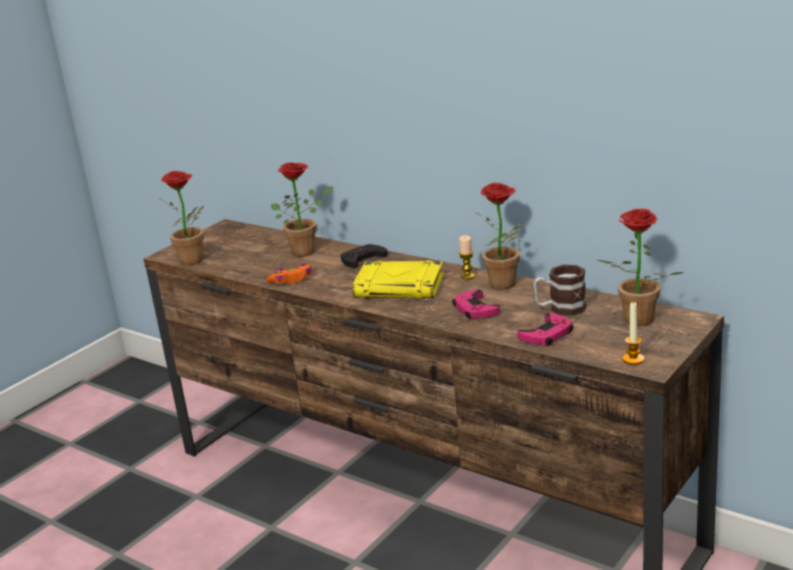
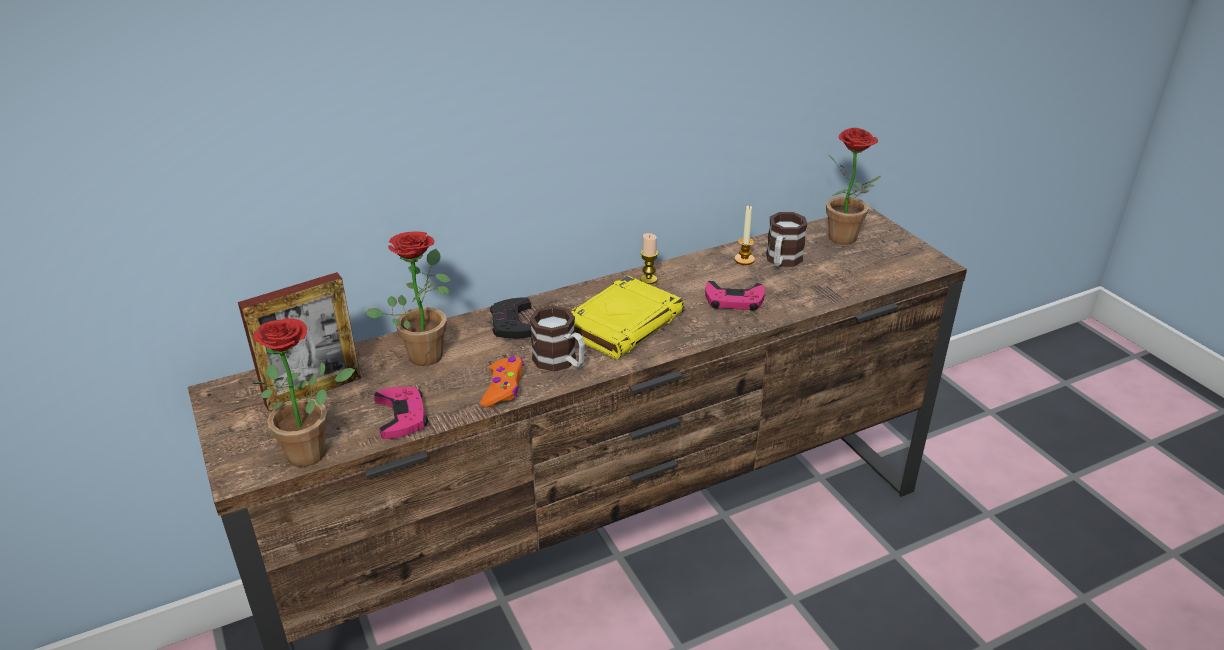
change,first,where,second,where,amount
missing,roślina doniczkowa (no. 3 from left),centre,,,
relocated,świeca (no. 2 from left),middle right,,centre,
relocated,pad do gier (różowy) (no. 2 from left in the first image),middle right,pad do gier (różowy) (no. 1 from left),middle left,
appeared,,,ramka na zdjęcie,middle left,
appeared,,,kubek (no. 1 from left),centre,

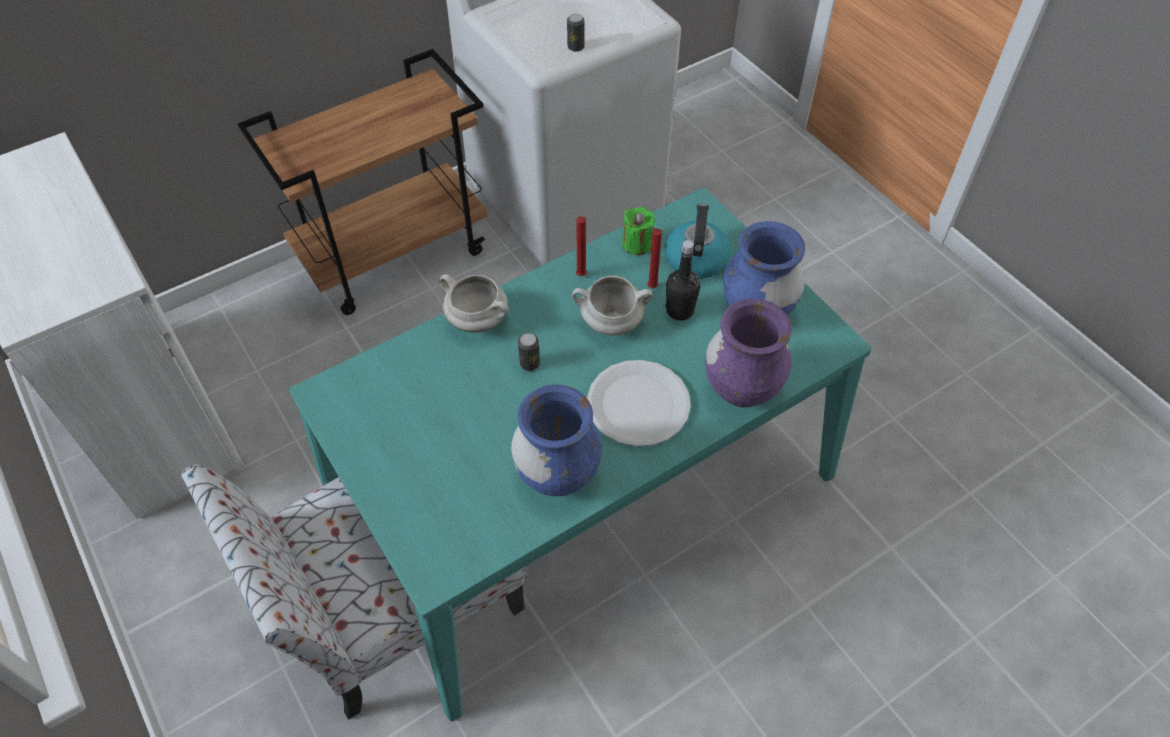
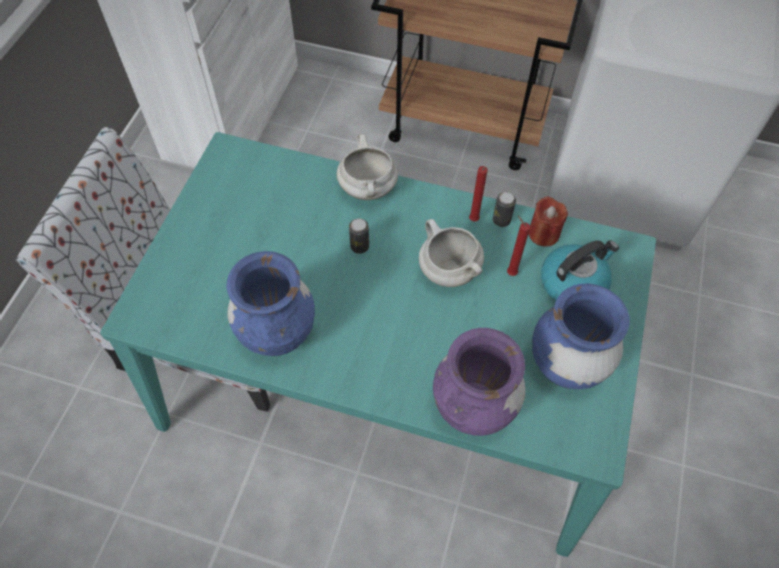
change,first,where,second,where,amount
relocated,puszka (no. 2 from left),top centre,,centre,
colour,świeca (zielony),top centre,świeca (czerwony) (no. 3 from left),middle right,
missing,butelka (czarny),centre,,,
missing,talerz (biały),centre,,,

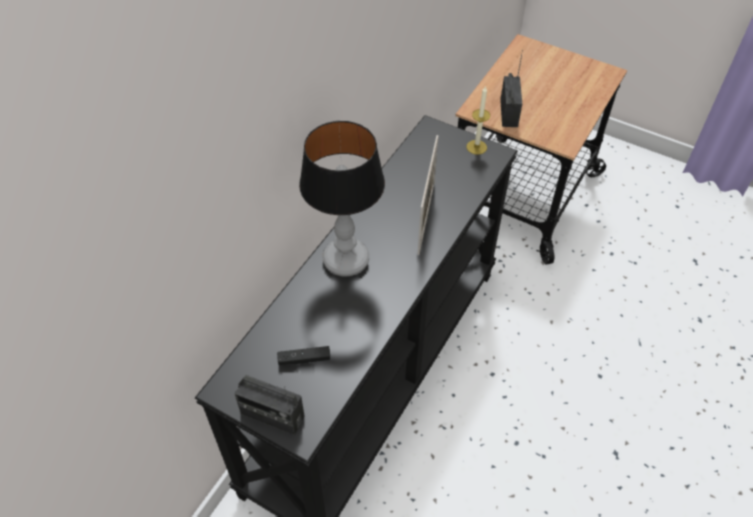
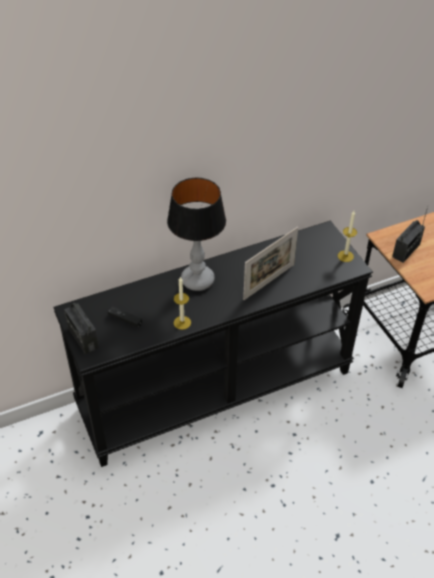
change,first,where,second,where,amount
appeared,,,świeca (no. 1 from left),centre,

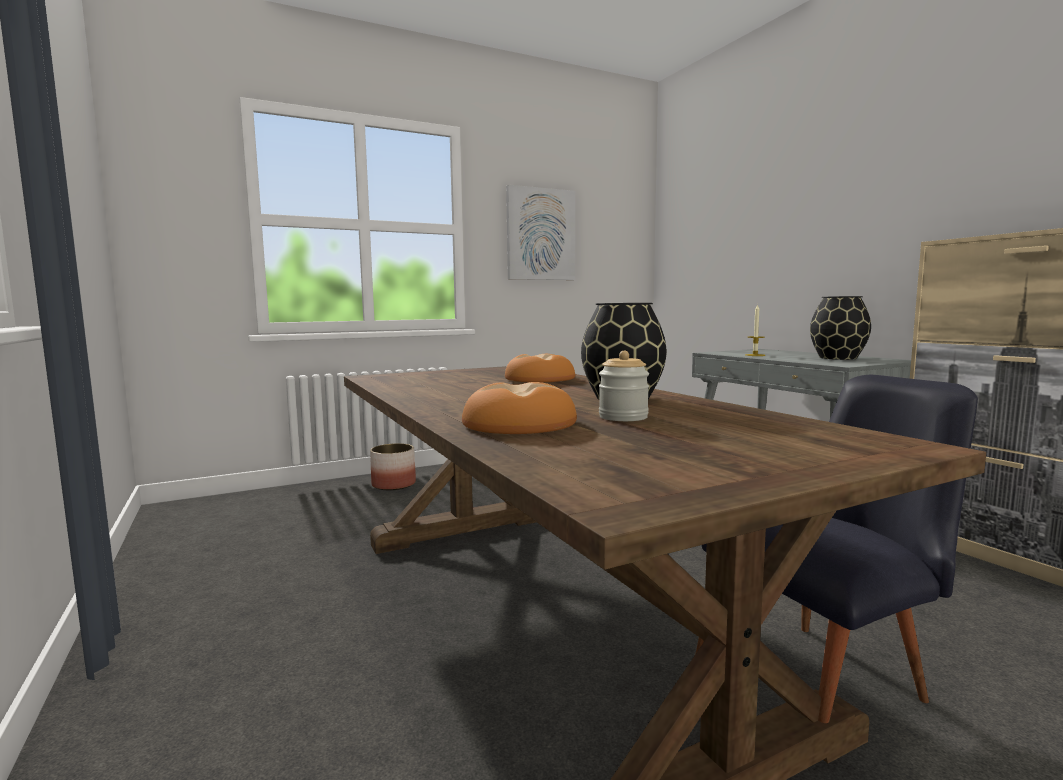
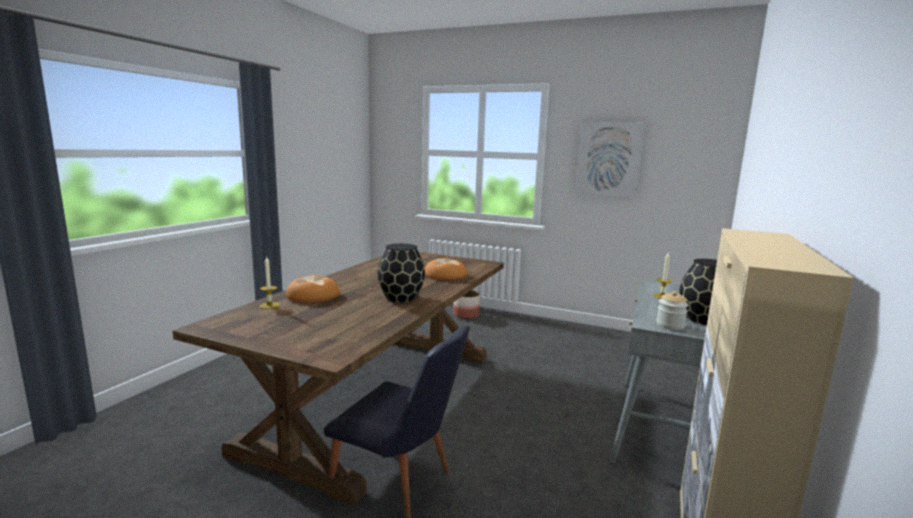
change,first,where,second,where,amount
relocated,słoik,centre,,middle right,
appeared,,,świeca (no. 1 from left),middle left,

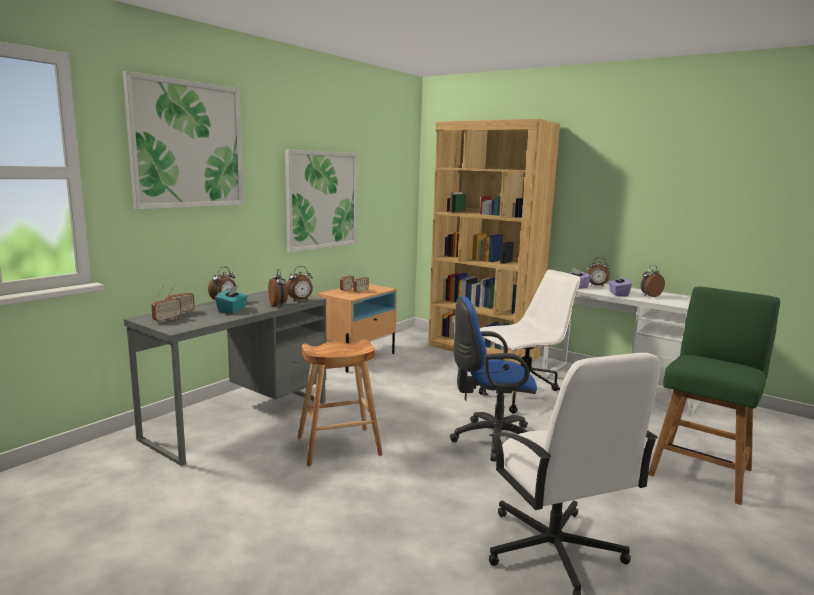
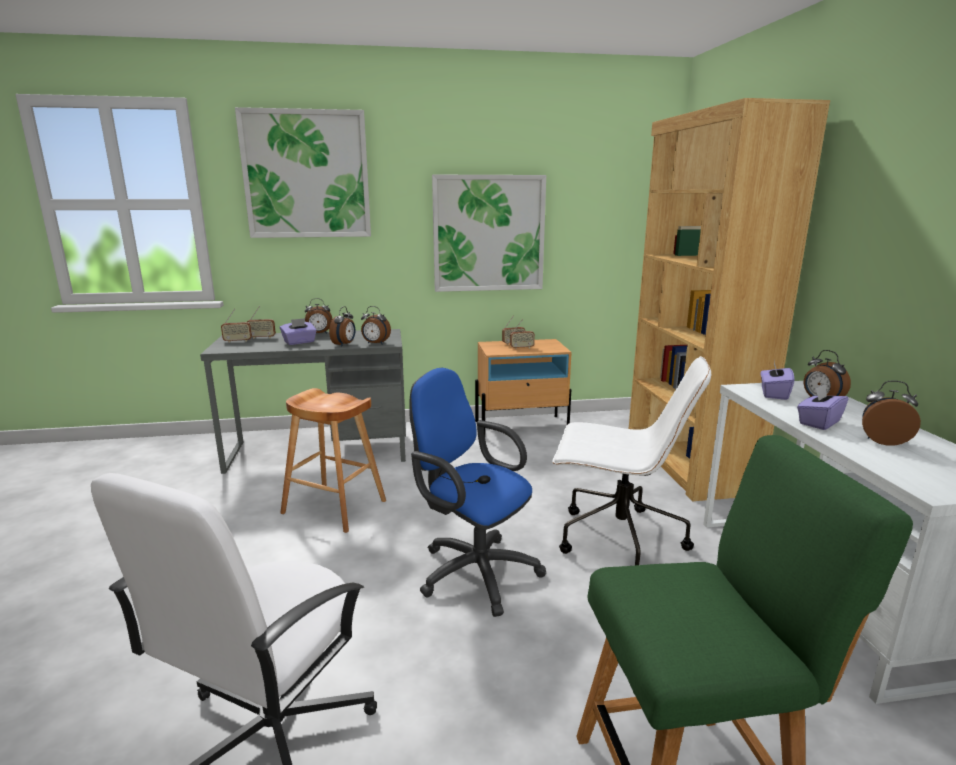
change,first,where,second,where,amount
colour,pudełko chusteczek (turkusowy),middle left,pudełko chusteczek (fioletowy) (no. 1 from left),middle left,

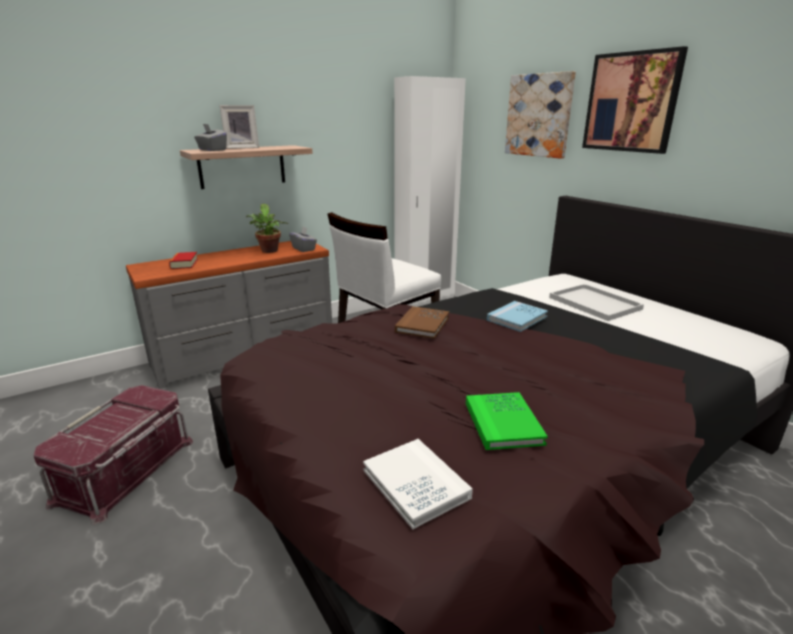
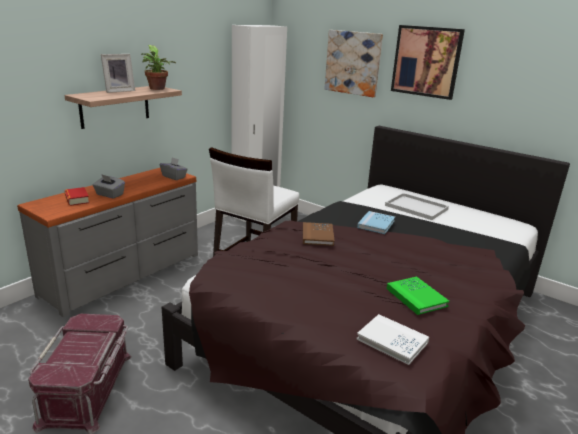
change,first,where,second,where,amount
relocated,pudełko chusteczek (szary) (no. 1 from left),top left,,middle left,
relocated,roślina doniczkowa,centre,,top left,

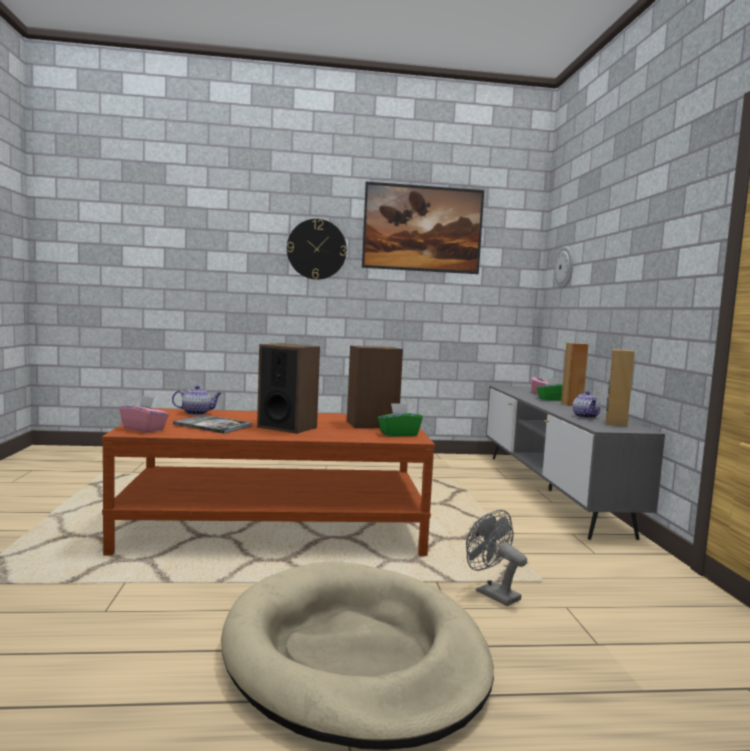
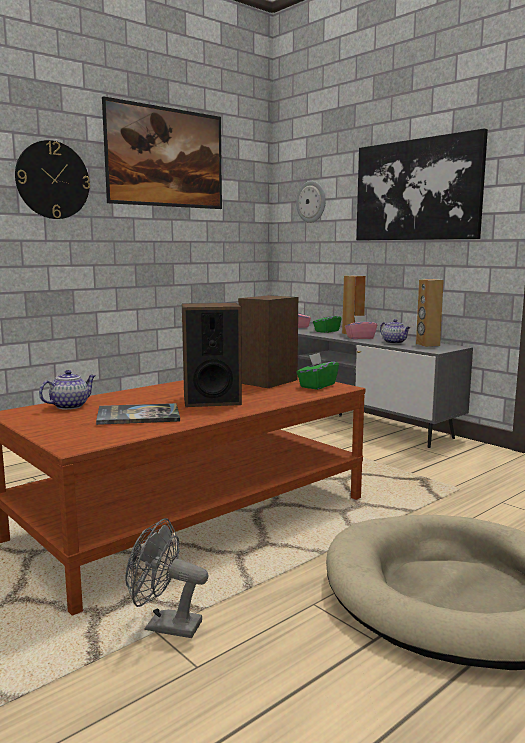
change,first,where,second,where,amount
relocated,pudełko chusteczek (różowy) (no. 1 from left in the first image),middle left,pudełko chusteczek (różowy) (no. 2 from left),middle right,
relocated,wentylator (szary),bottom centre,,bottom left,
appeared,,,obraz (no. 2 from left),top right,

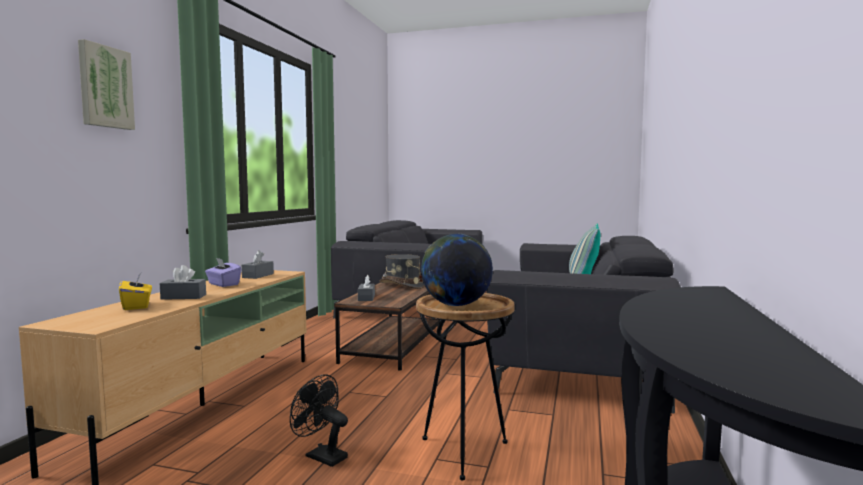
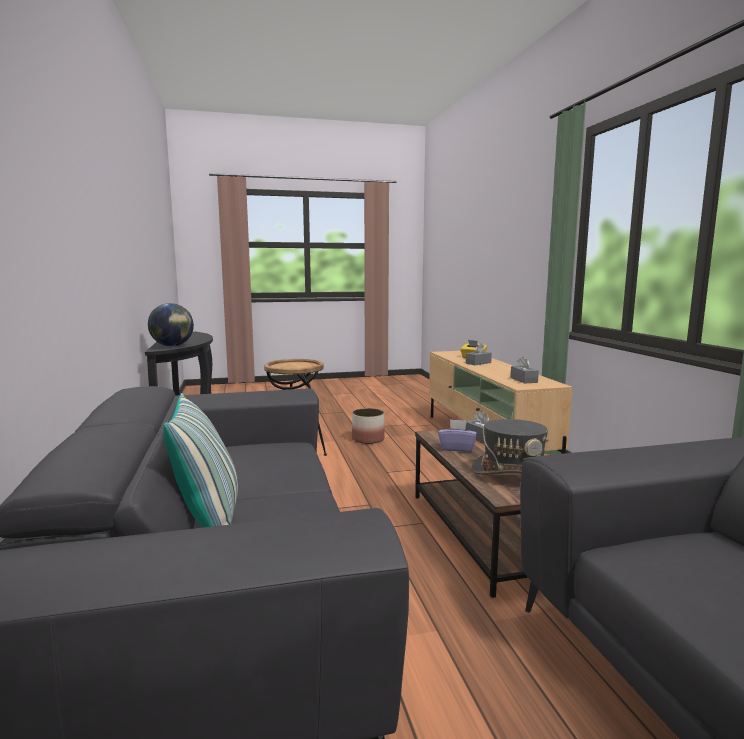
change,first,where,second,where,amount
missing,obraz,top left,,,
relocated,globus,centre,,middle left,
relocated,pudełko chusteczek (fioletowy),middle left,,centre,
exchanged,wentylator (czarny),bottom centre,donica,centre,

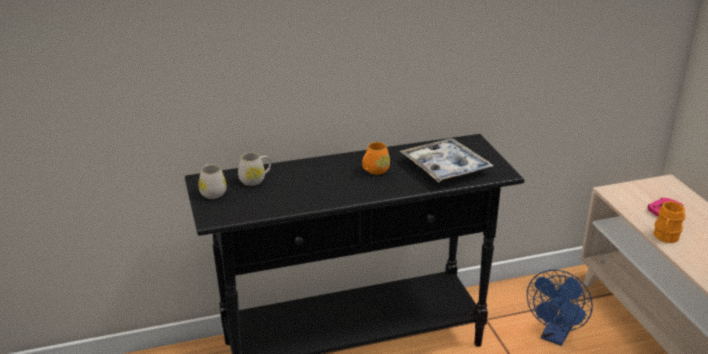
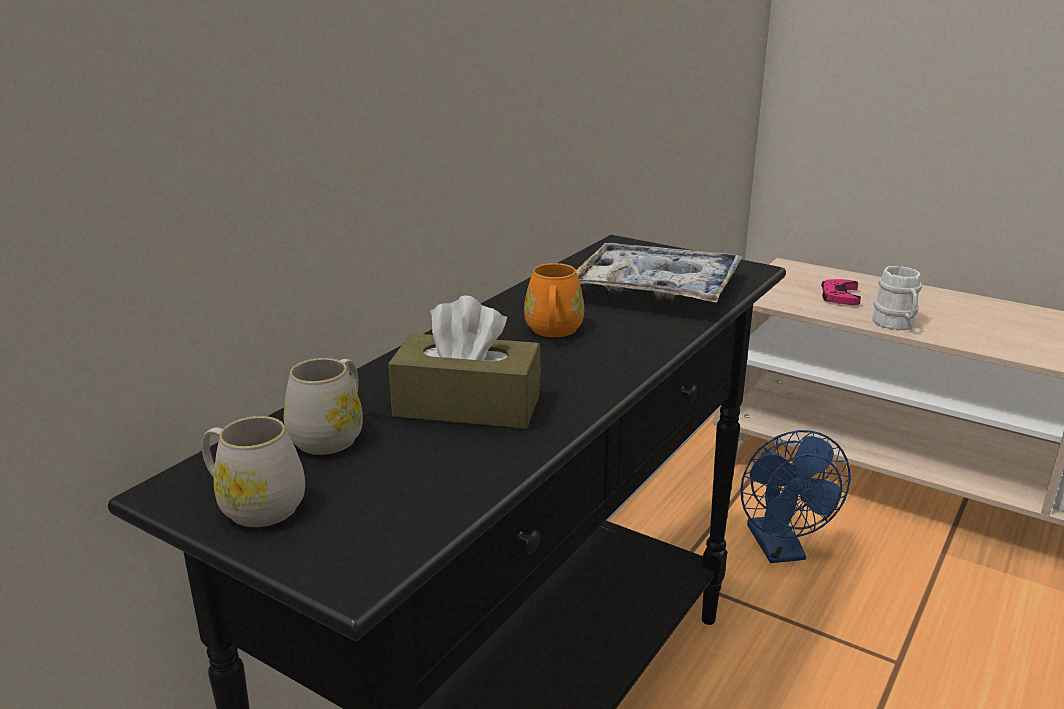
change,first,where,second,where,amount
colour,kubek (pomarańczowy) (no. 2 from left),middle right,kubek (biały) (no. 3 from left),middle right,
appeared,,,pudełko chusteczek (brązowy),centre,

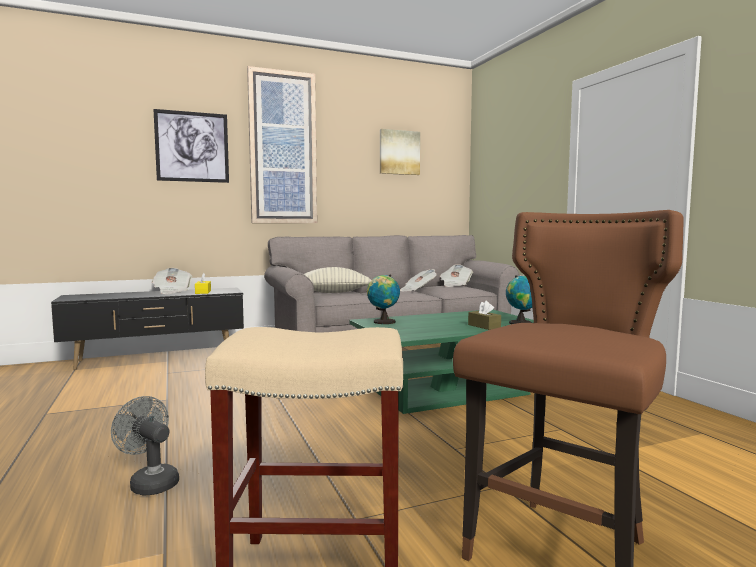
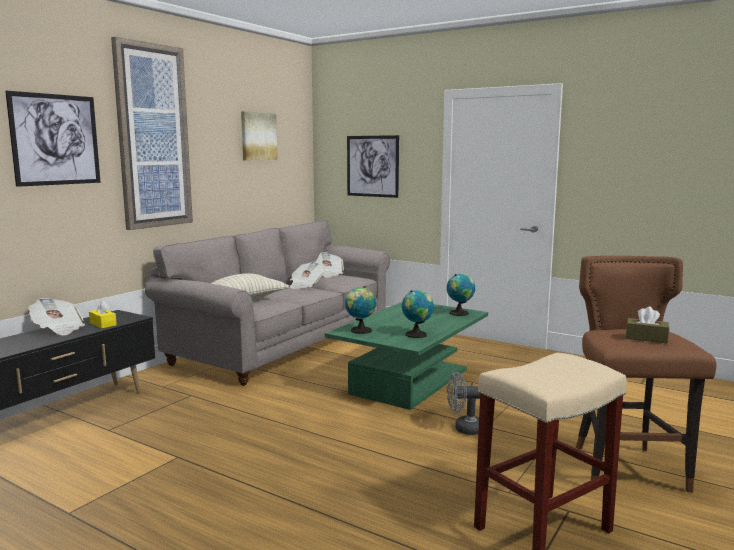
change,first,where,second,where,amount
relocated,pudełko chusteczek (brązowy),centre,,middle right,
relocated,wentylator (szary),bottom left,,bottom centre,
appeared,,,obraz (no. 4 from left),top centre,
appeared,,,globus (no. 2 from left),centre,

